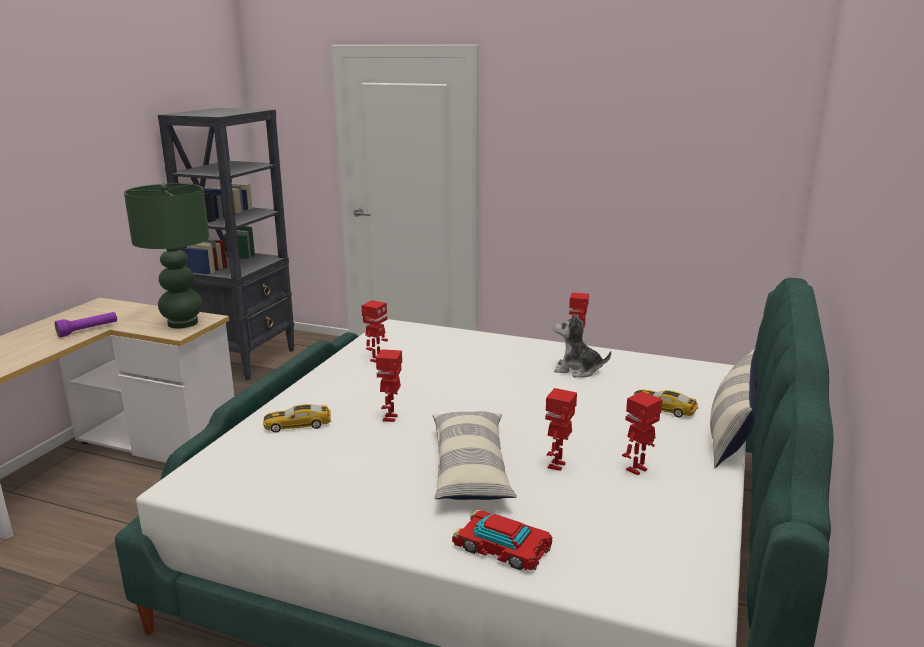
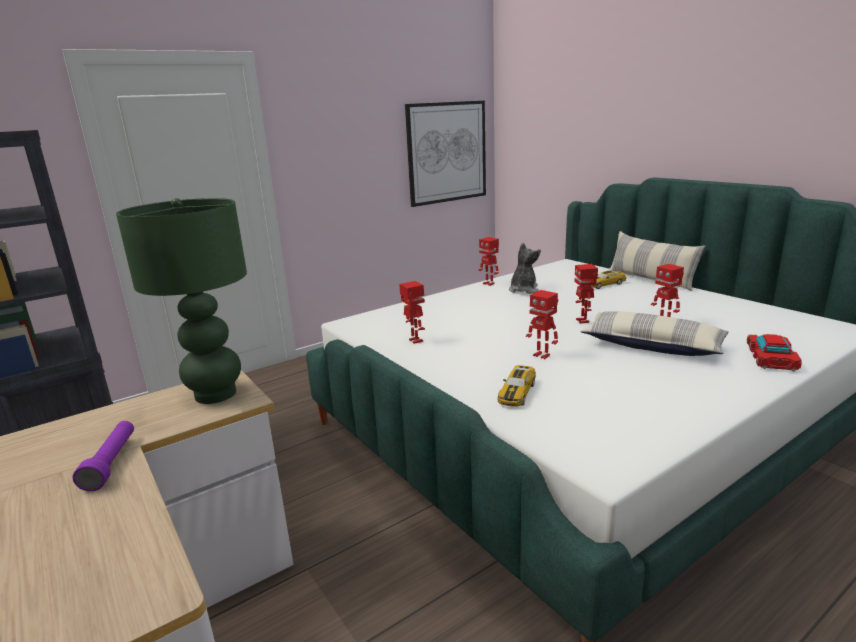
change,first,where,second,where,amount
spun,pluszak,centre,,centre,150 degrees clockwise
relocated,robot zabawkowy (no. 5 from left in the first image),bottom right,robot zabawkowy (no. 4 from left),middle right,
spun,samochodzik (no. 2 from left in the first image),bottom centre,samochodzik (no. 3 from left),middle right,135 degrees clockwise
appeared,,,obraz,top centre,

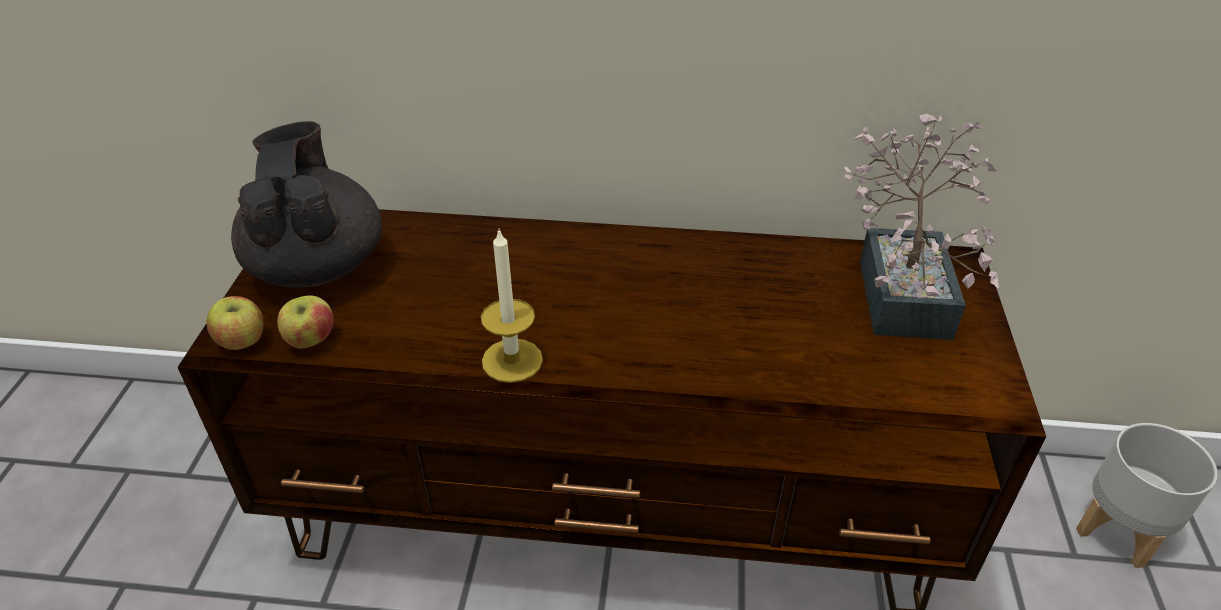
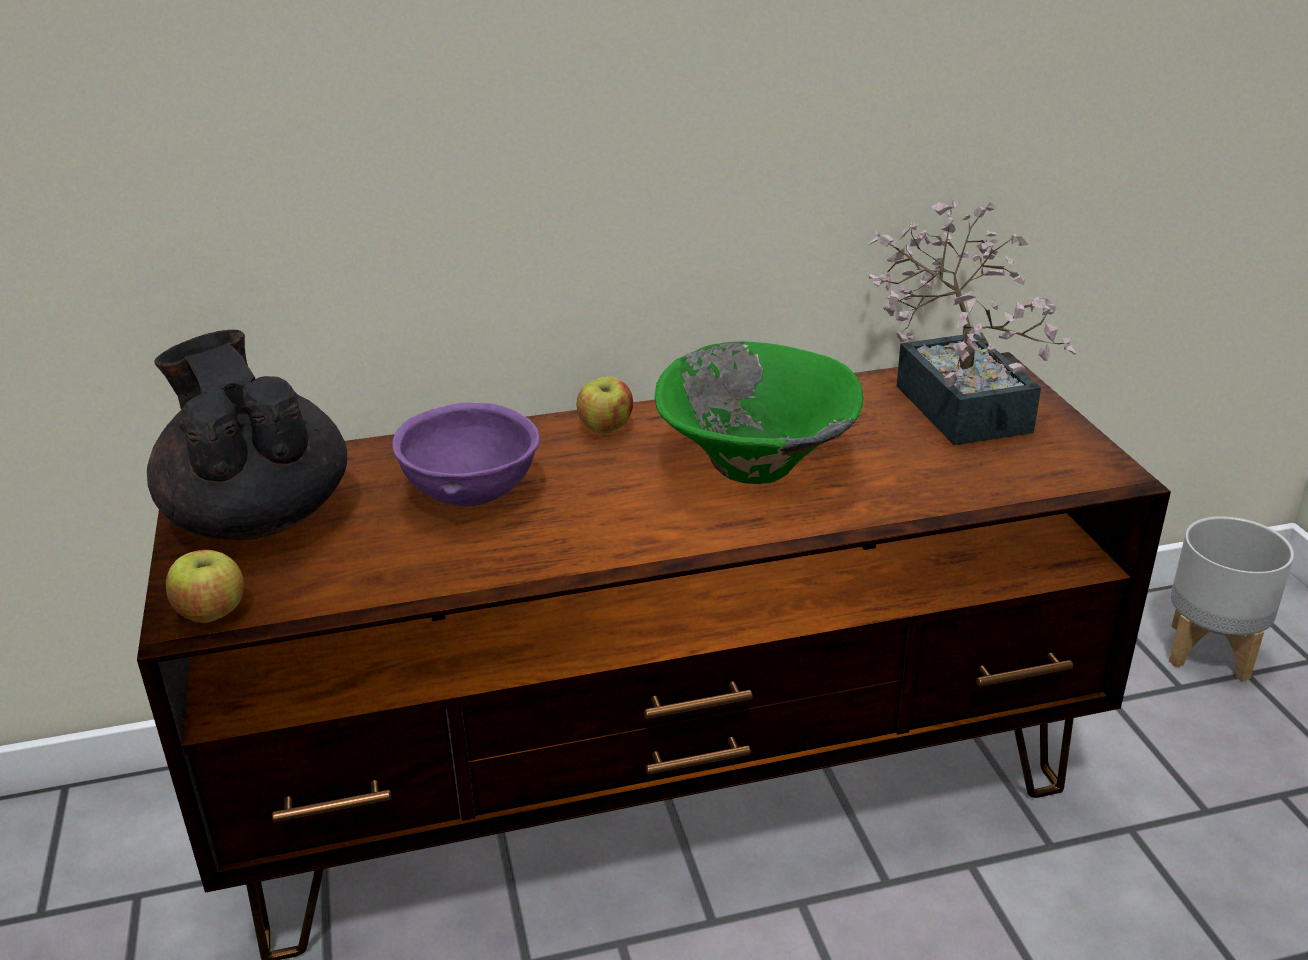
change,first,where,second,where,amount
missing,świeca,centre,,,
relocated,jabłko (no. 2 from left),middle left,,centre,
appeared,,,miska (zielony),centre,
appeared,,,miska (fioletowy),centre,

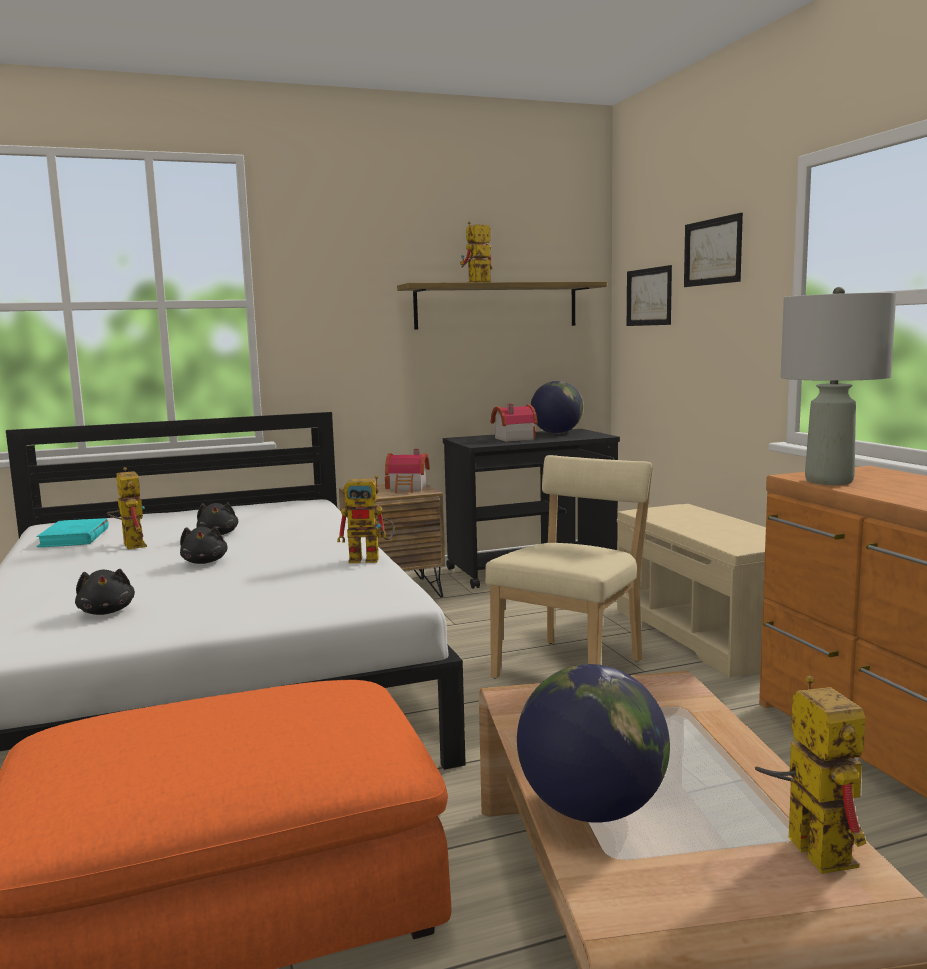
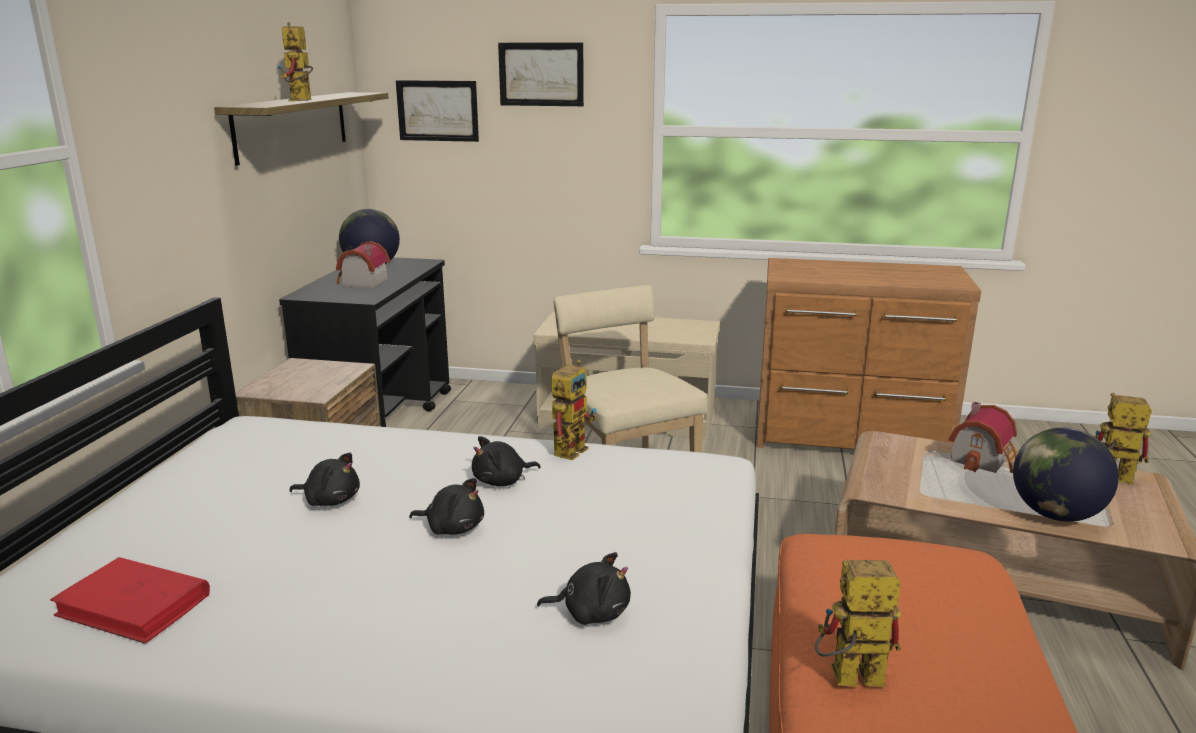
change,first,where,second,where,amount
missing,lampa stołowa (szary),middle right,,,
relocated,domek (no. 1 from left in the first image),centre,domek (no. 2 from left),middle right,
relocated,robot zabawkowy (no. 1 from left in the first image),middle left,robot zabawkowy (no. 3 from left),bottom right,
colour,książka (turkusowy),middle left,książka (czerwony),bottom left,
appeared,,,pluszak (czarny) (no. 3 from left),centre,

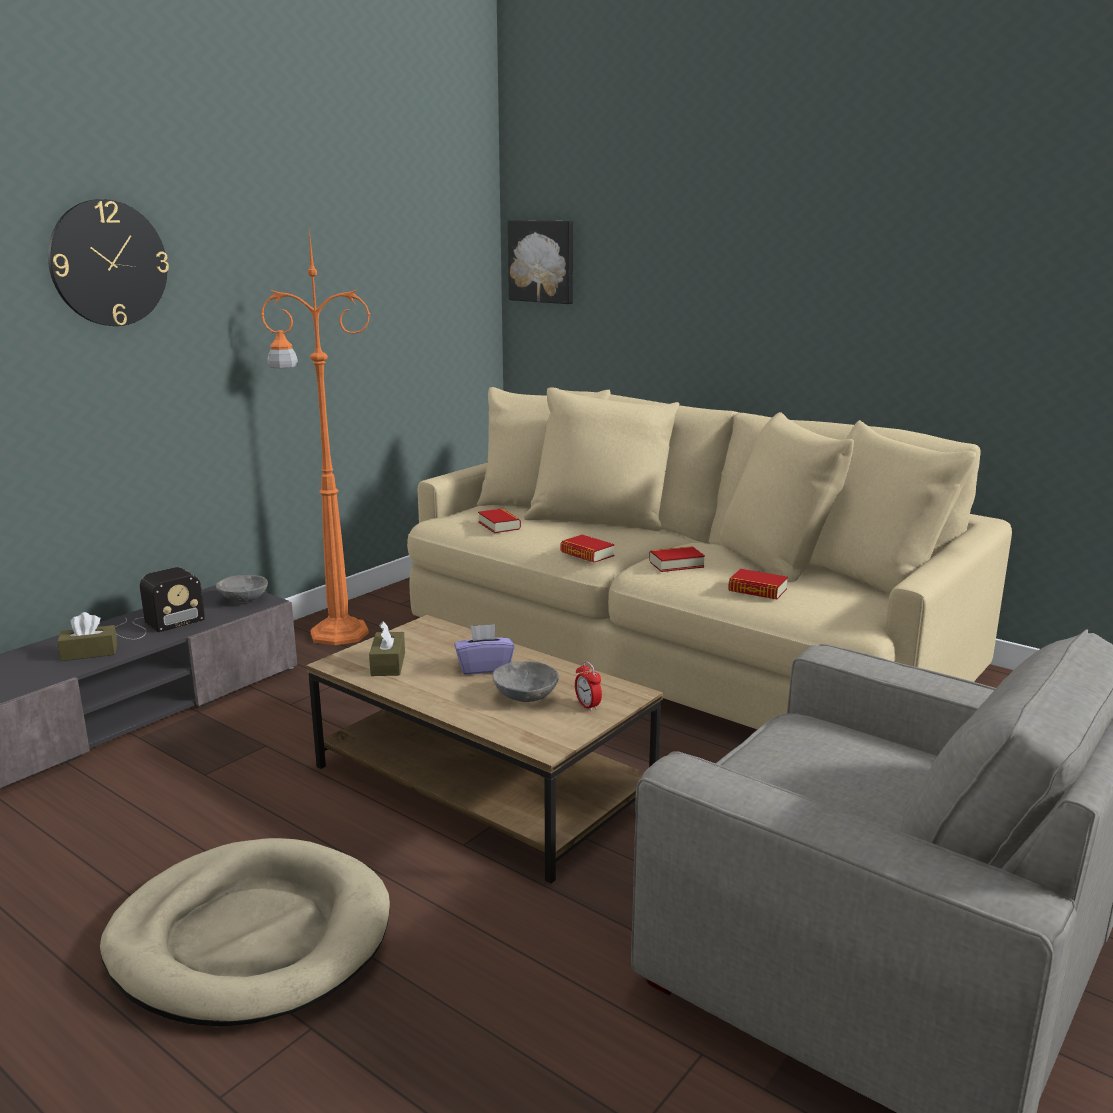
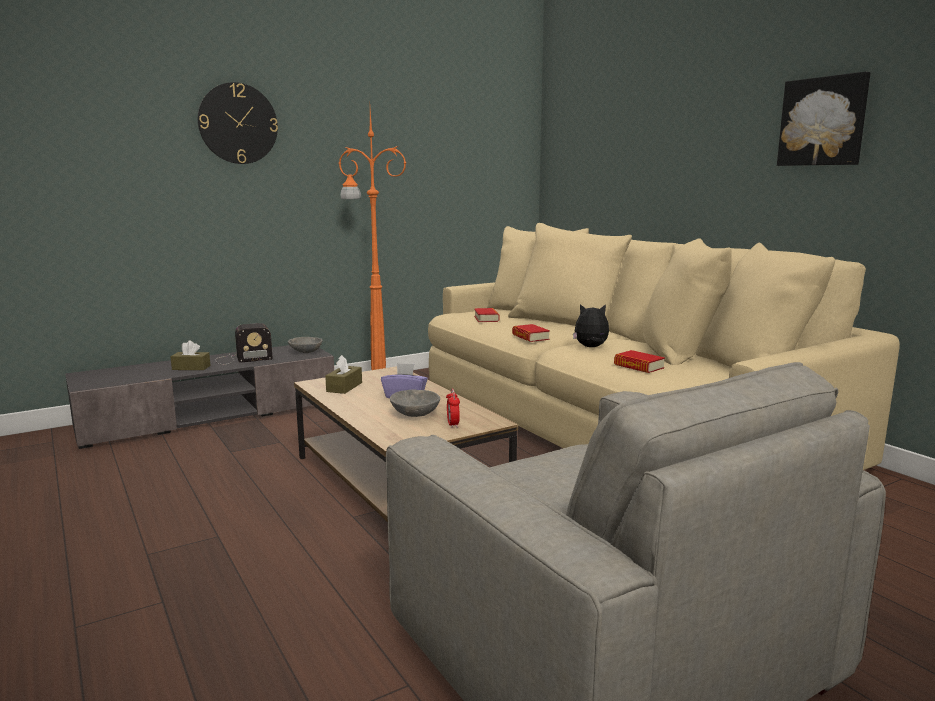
change,first,where,second,where,amount
relocated,obraz,top centre,,top right,
exchanged,książka (no. 3 from left),centre,pluszak,centre,
missing,legowisko (beżowy),bottom left,,,

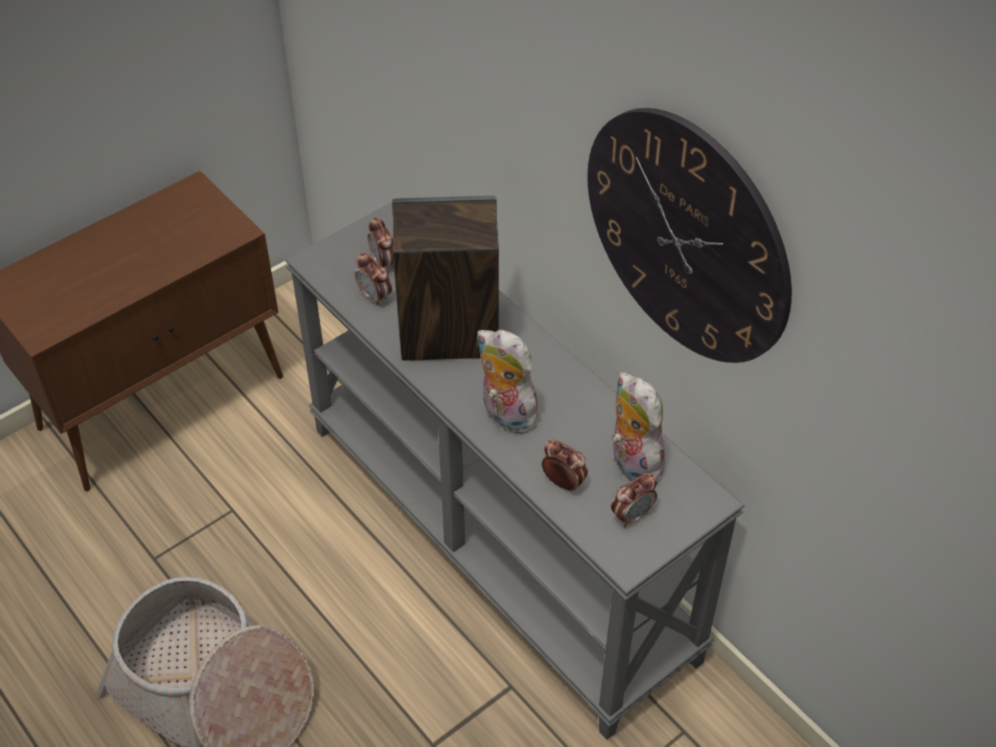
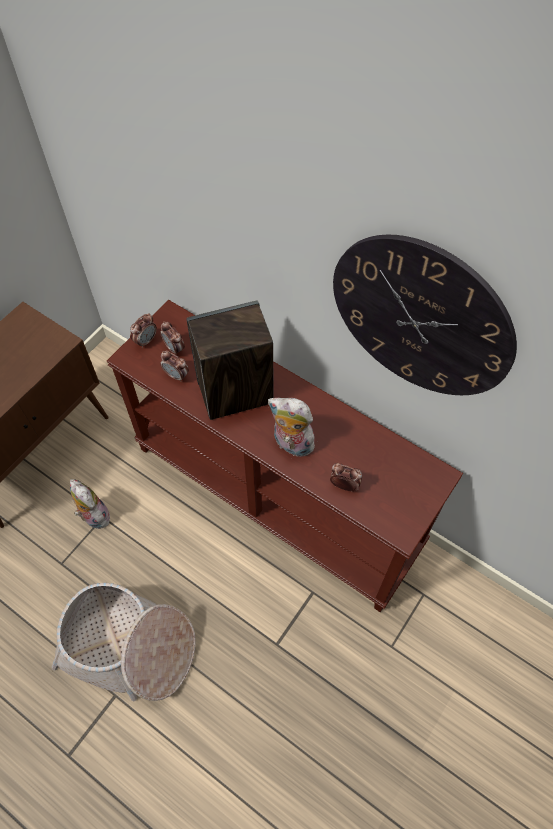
change,first,where,second,where,amount
colour,stolik konsolowy (szary),centre,stolik konsolowy (brązowy),centre,
relocated,pluszak (no. 2 from left in the first image),centre,pluszak (no. 1 from left),middle left,
relocated,budzik (no. 4 from left in the first image),bottom centre,budzik (no. 1 from left),middle left,

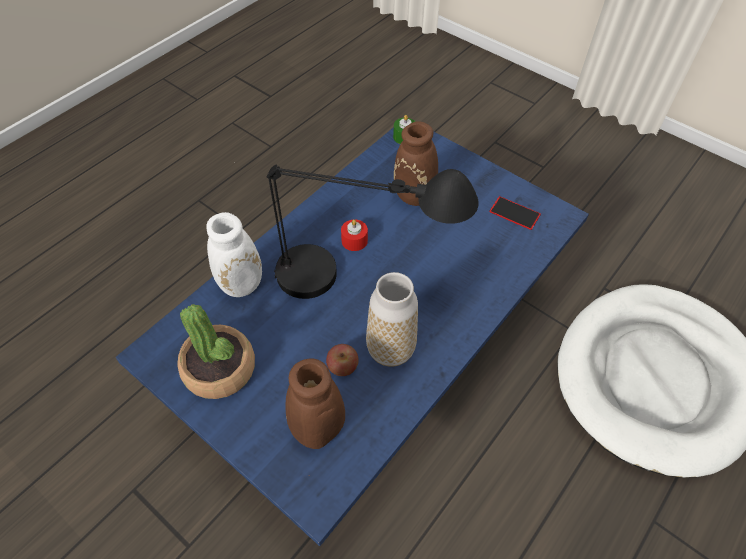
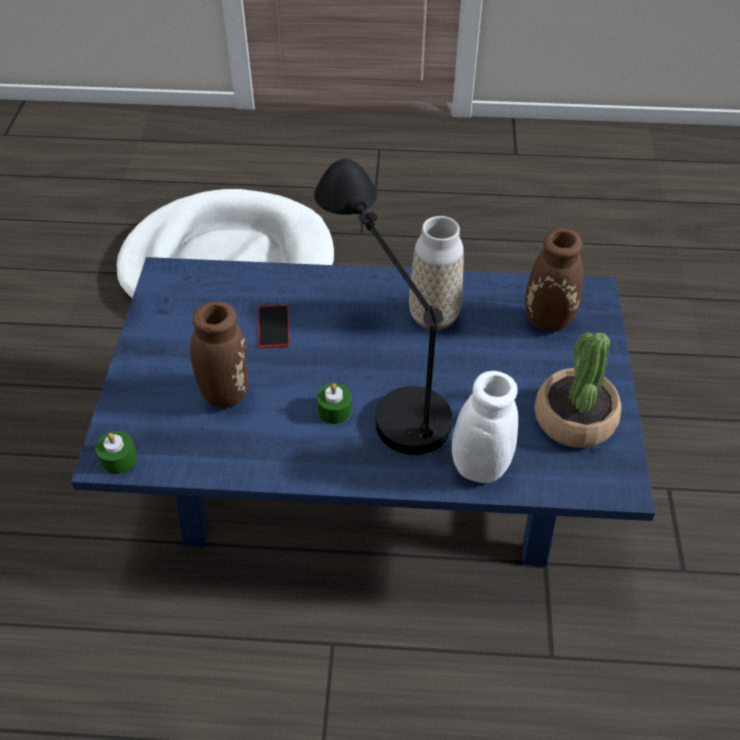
change,first,where,second,where,amount
relocated,telefon,middle right,,centre,
colour,świeca (czerwony),centre,świeca (zielony) (no. 2 from left),centre,
missing,jabłko,centre,,,

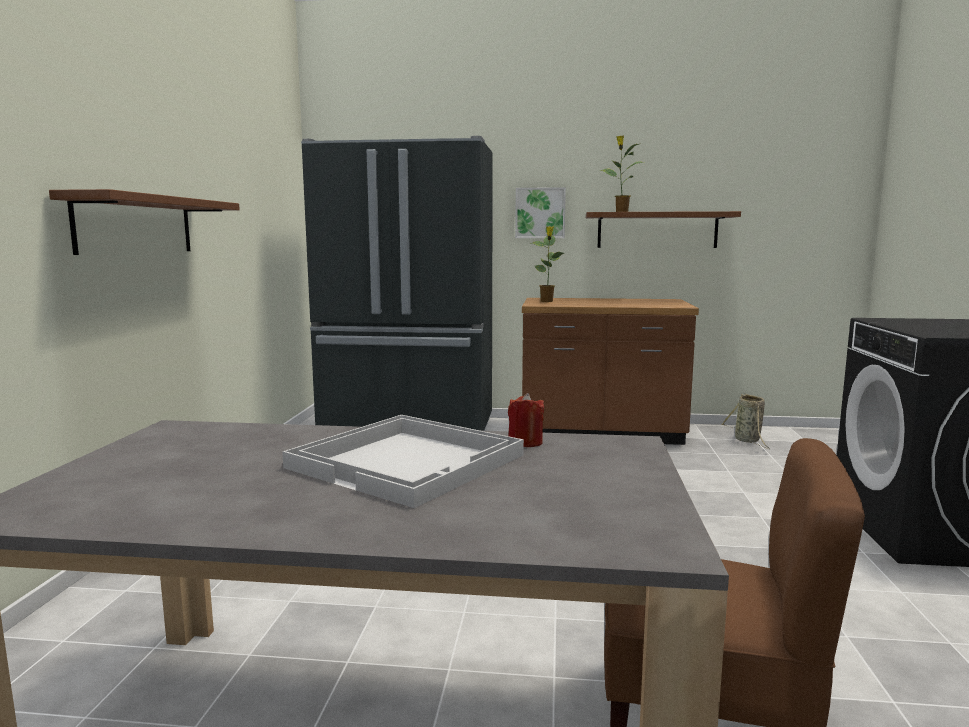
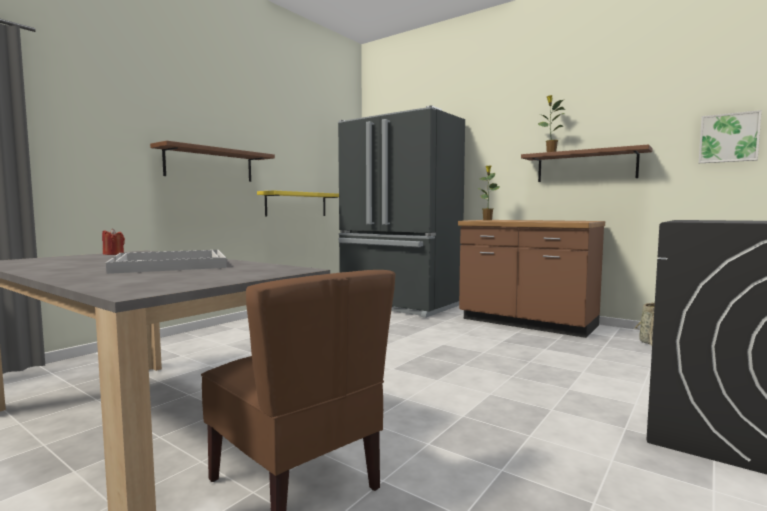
change,first,where,second,where,amount
relocated,obraz,top centre,,top right,
relocated,świeca (czerwony),centre,,middle left,
appeared,,,półka (żółty),centre,

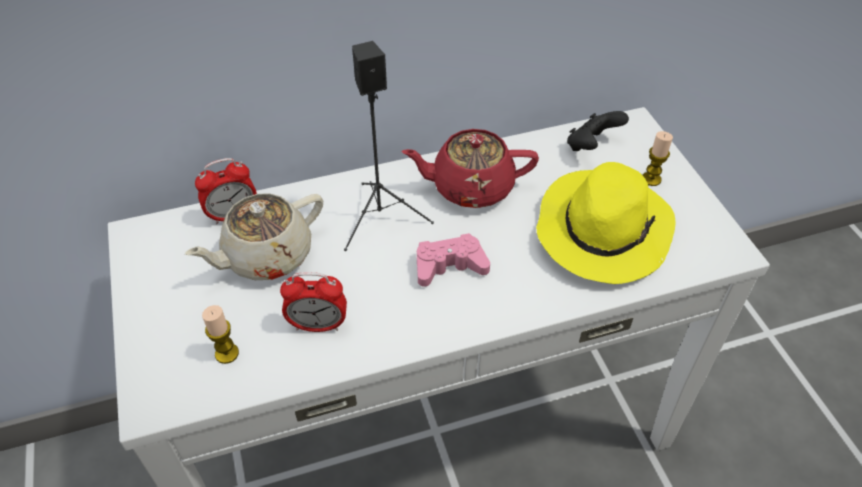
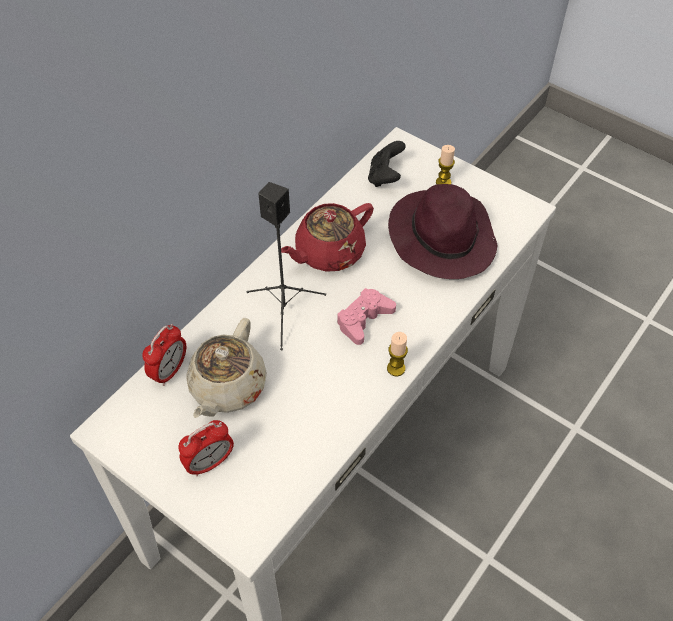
change,first,where,second,where,amount
colour,kapelusz (żółty),middle right,kapelusz (fioletowy),centre,
relocated,budzik (no. 2 from left),centre,,bottom left,
relocated,świeca (no. 1 from left),bottom left,,centre,

